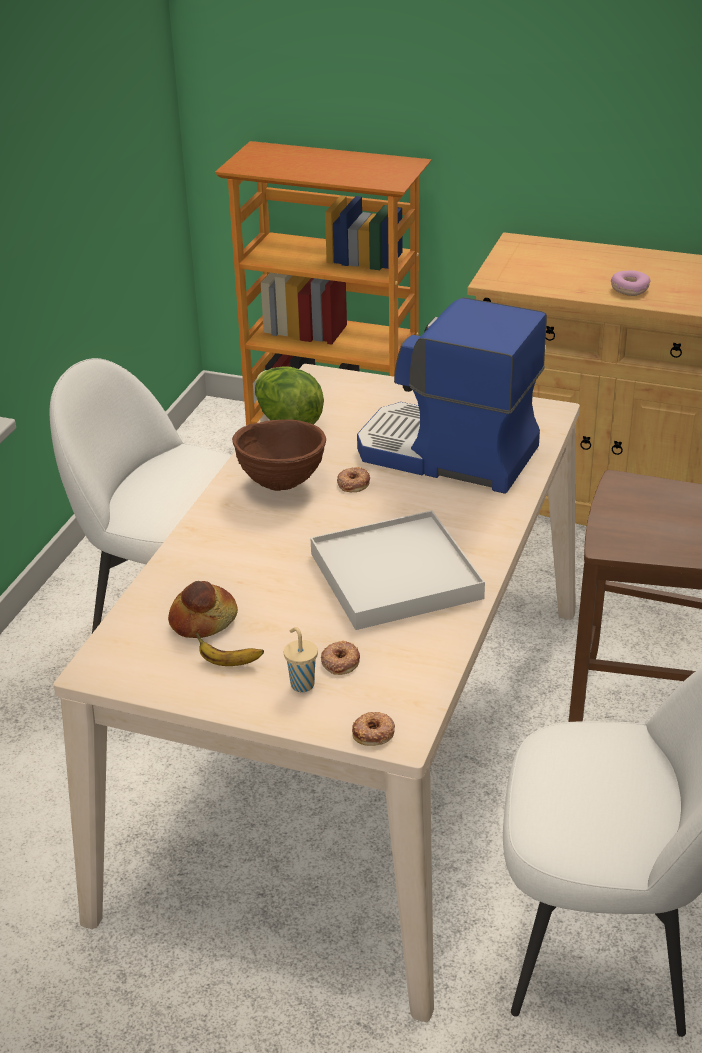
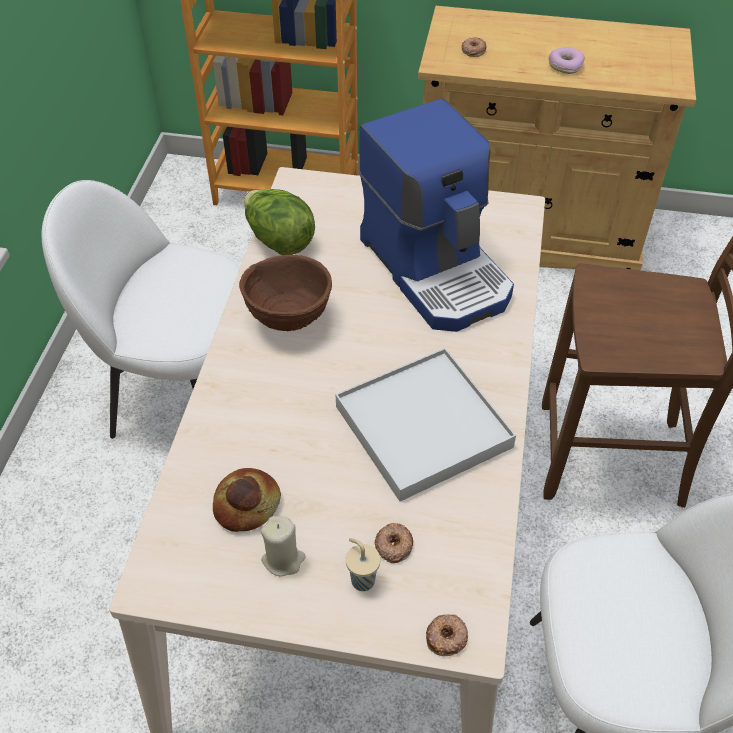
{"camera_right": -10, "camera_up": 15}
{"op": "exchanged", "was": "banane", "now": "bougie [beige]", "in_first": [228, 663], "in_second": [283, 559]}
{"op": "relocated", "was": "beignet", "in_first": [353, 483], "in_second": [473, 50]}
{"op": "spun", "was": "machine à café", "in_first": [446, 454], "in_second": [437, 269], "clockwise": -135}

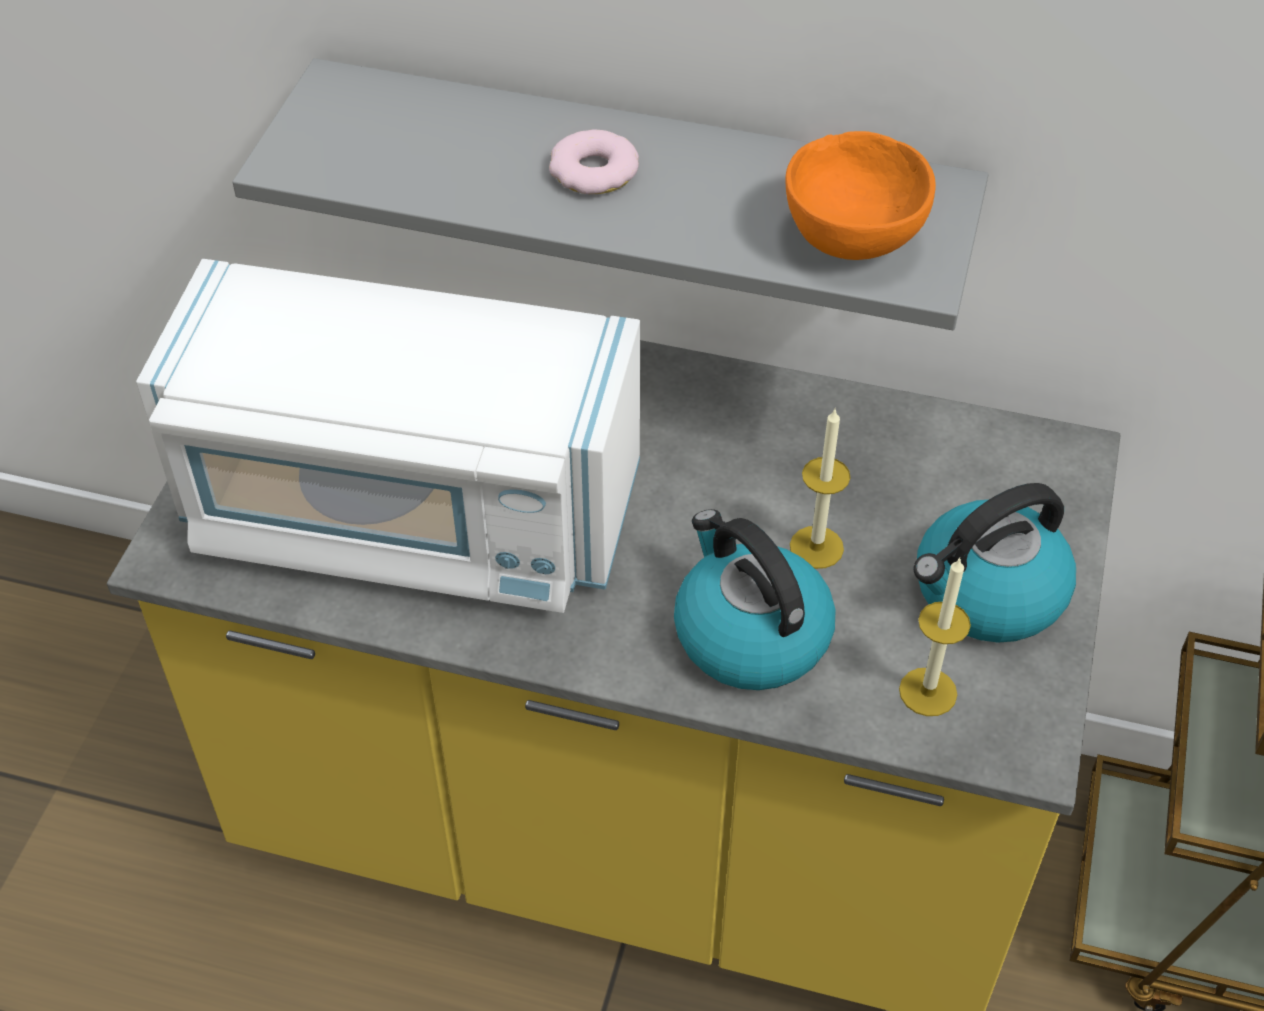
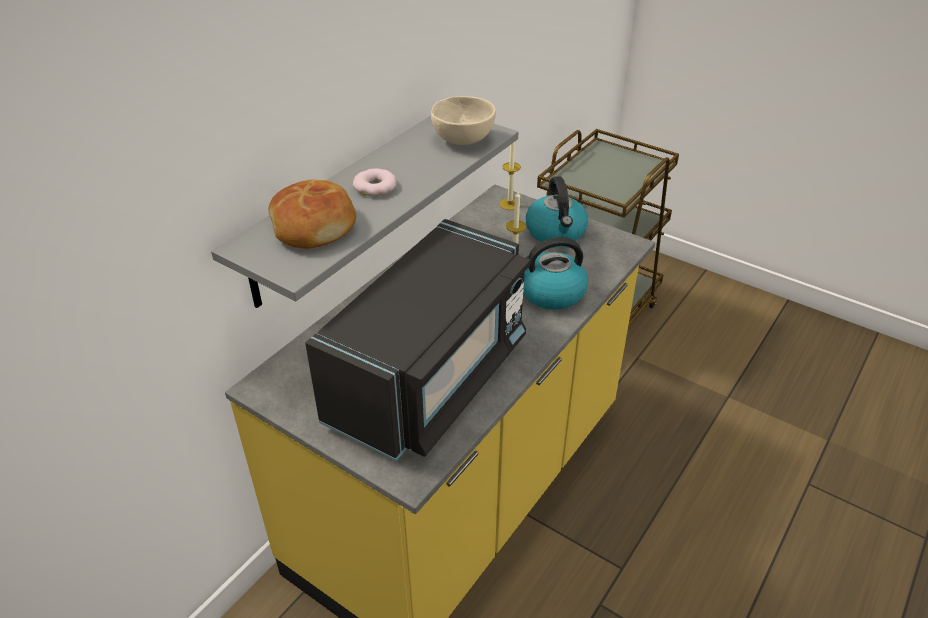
{"camera_right": -70, "camera_up": -10}
{"op": "colour", "was": "micro-ondes [blanc]", "now": "micro-ondes [noir]", "in_first": [410, 512], "in_second": [430, 378]}
{"op": "colour", "was": "bol [orange]", "now": "bol [beige]", "in_first": [854, 238], "in_second": [462, 140]}
{"op": "relocated", "was": "bougie", "in_first": [928, 692], "in_second": [510, 204]}
{"op": "appeared", "now": "pain", "in_second": [314, 226]}

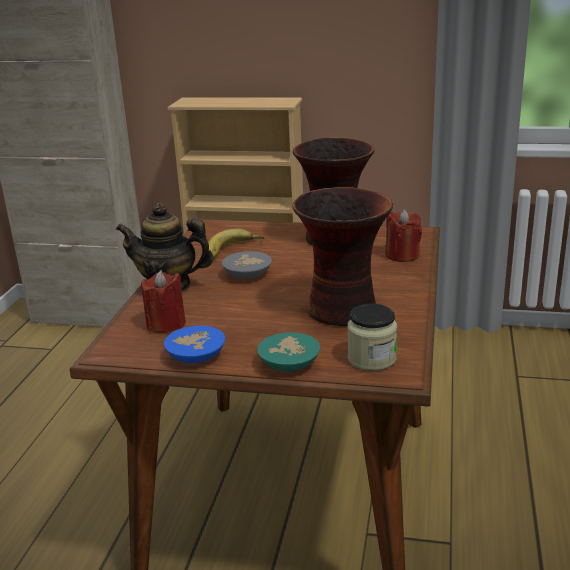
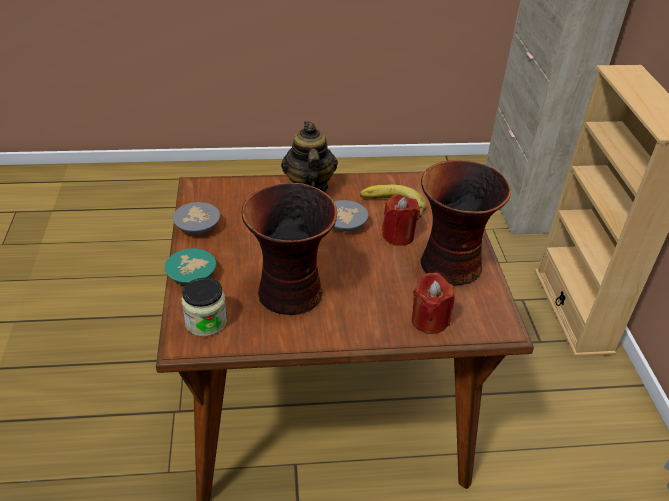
{"camera_right": 70, "camera_up": 15}
{"op": "relocated", "was": "bougie [rouge]", "in_first": [166, 324], "in_second": [398, 235]}
{"op": "colour", "was": "bol [bleu]", "now": "bol [gris]", "in_first": [194, 356], "in_second": [197, 226]}

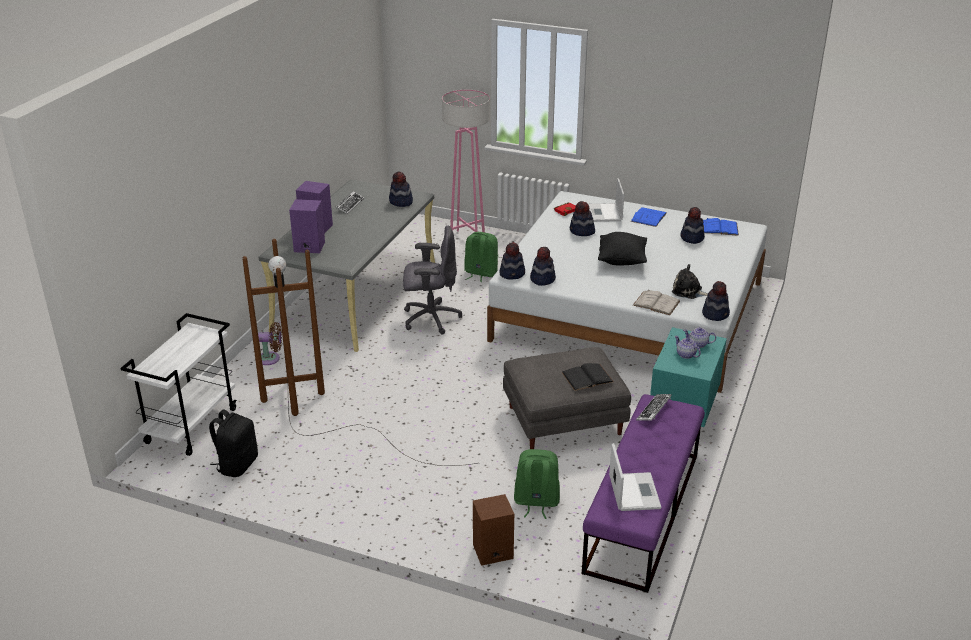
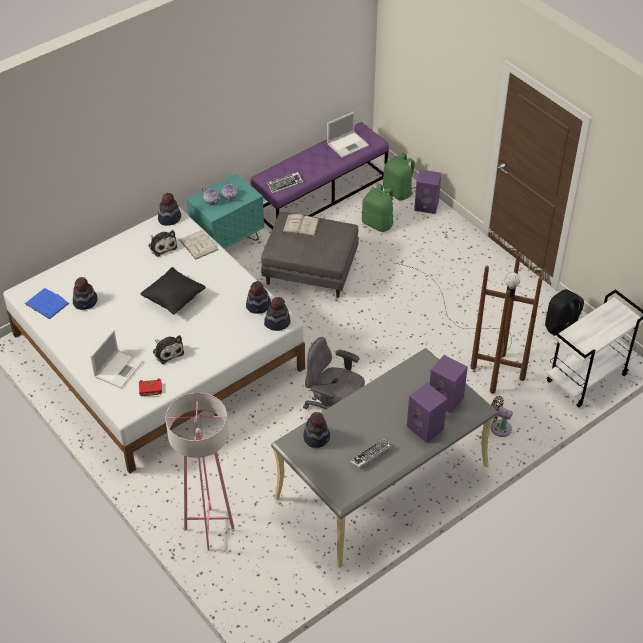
{"camera_right": -150, "camera_up": 15}
{"op": "relocated", "was": "sac à dos [vert]", "in_first": [480, 273], "in_second": [398, 192]}
{"op": "colour", "was": "enceinte [marron]", "now": "enceinte [violet]", "in_first": [492, 552], "in_second": [427, 205]}
{"op": "colour", "was": "livre [noir]", "now": "livre [blanc]", "in_first": [587, 377], "in_second": [301, 226]}
{"op": "exchanged", "was": "chapeau", "now": "peluche", "in_first": [582, 231], "in_second": [167, 351]}
{"op": "spun", "was": "ordinateur portable", "in_first": [633, 491], "in_second": [348, 144], "clockwise": -150}
{"op": "missing", "was": "livre [bleu]", "in_first": [648, 217]}

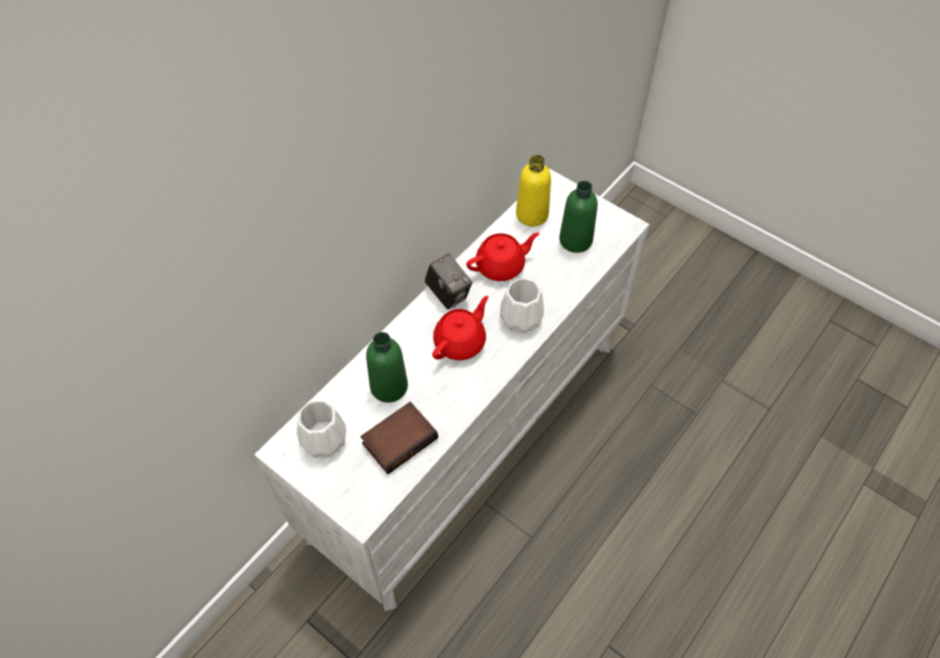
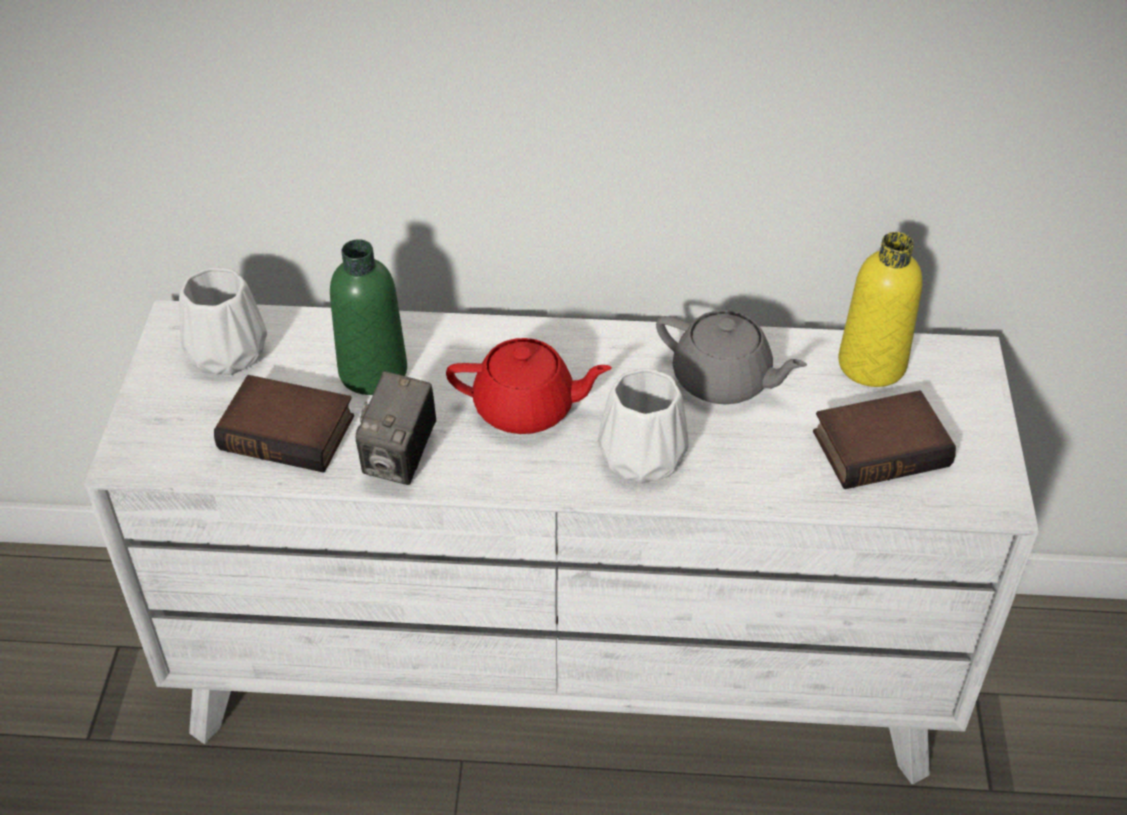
{"camera_right": 55, "camera_up": -10}
{"op": "relocated", "was": "appareil photo", "in_first": [448, 294], "in_second": [400, 458]}
{"op": "colour", "was": "théière [rouge]", "now": "théière [gris]", "in_first": [501, 266], "in_second": [723, 381]}
{"op": "exchanged", "was": "bouteille [vert]", "now": "livre", "in_first": [575, 240], "in_second": [881, 446]}

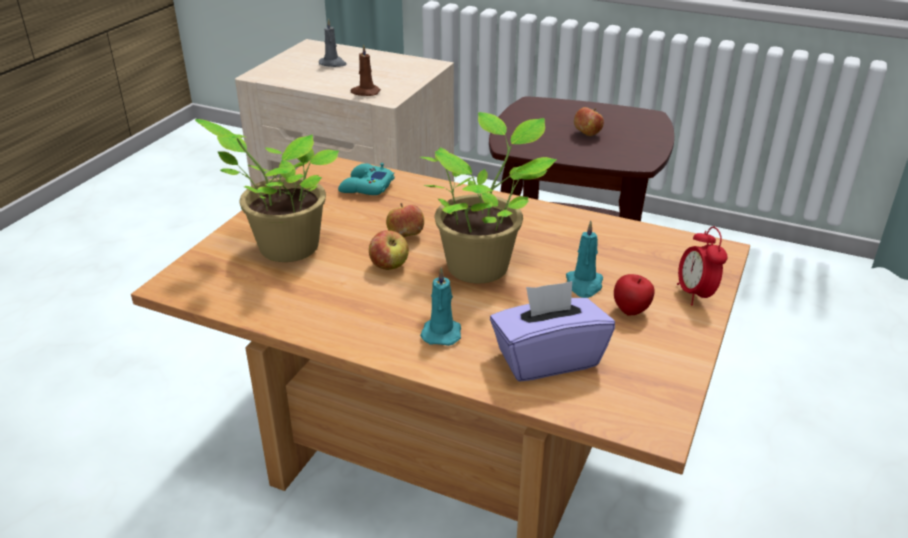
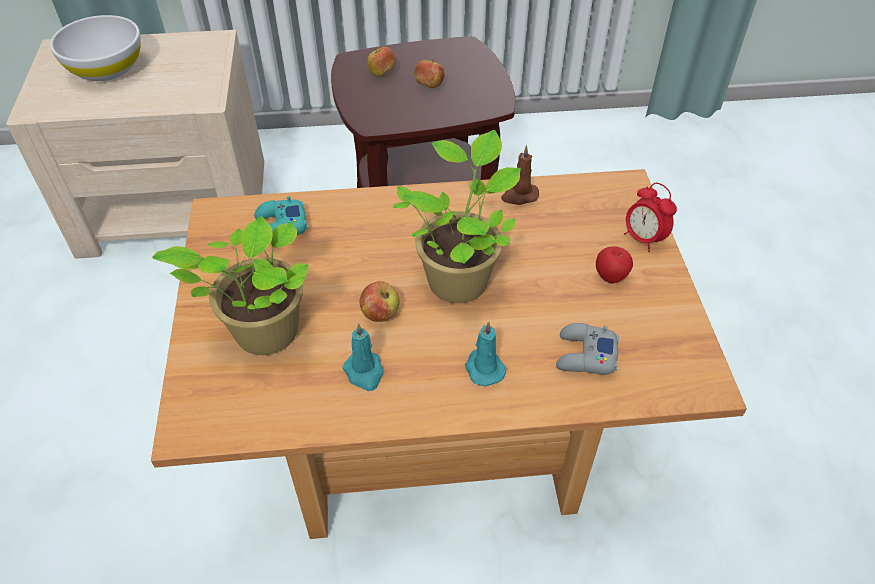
{"camera_right": -30, "camera_up": 15}
{"op": "exchanged", "was": "bougie [gris]", "now": "bol [blanc]", "in_first": [333, 64], "in_second": [107, 68]}
{"op": "relocated", "was": "bougie [marron]", "in_first": [365, 92], "in_second": [519, 195]}
{"op": "relocated", "was": "pomme", "in_first": [405, 236], "in_second": [382, 73]}
{"op": "exchanged", "was": "boîte à mouchoirs [violet]", "now": "manette [gris]", "in_first": [547, 358], "in_second": [585, 355]}
{"op": "relocated", "was": "bougie [turquoise]", "in_first": [584, 285], "in_second": [364, 372]}

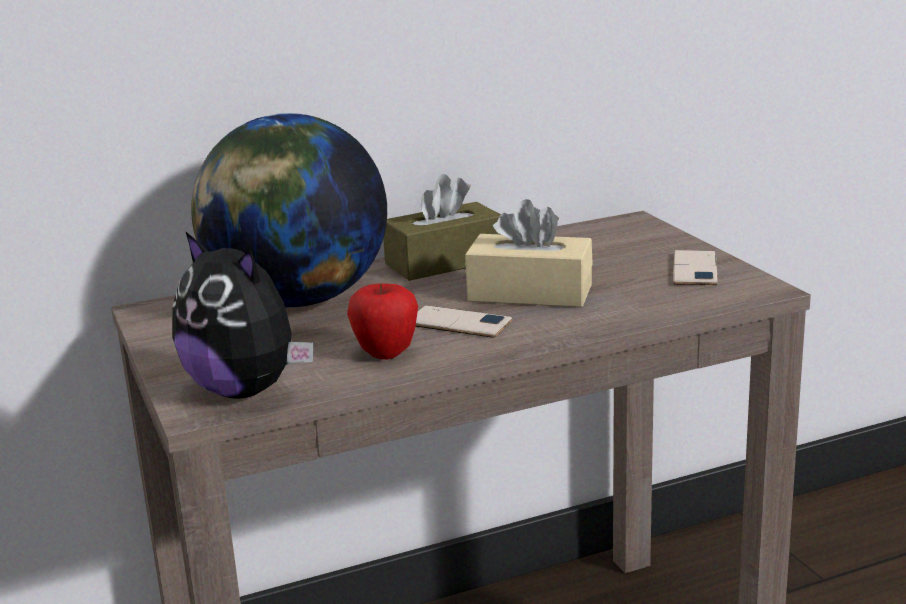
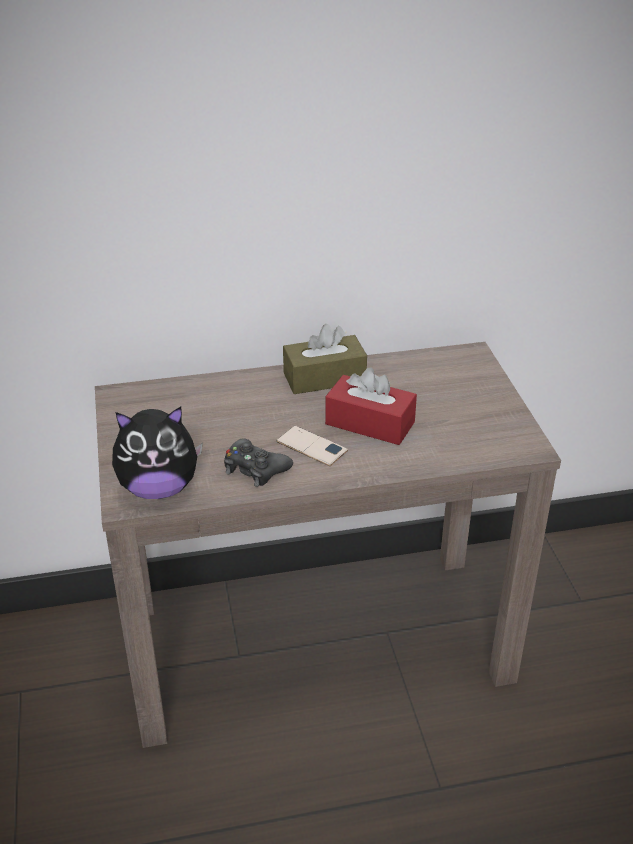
{"camera_right": 10, "camera_up": 15}
{"op": "spun", "was": "peluche", "in_first": [246, 390], "in_second": [159, 488], "clockwise": -60}
{"op": "missing", "was": "globe", "in_first": [297, 300]}
{"op": "exchanged", "was": "pomme", "now": "manette [noir]", "in_first": [385, 353], "in_second": [255, 469]}
{"op": "colour", "was": "boîte à mouchoirs [beige]", "now": "boîte à mouchoirs [rouge]", "in_first": [530, 293], "in_second": [370, 423]}
{"op": "missing", "was": "téléphone", "in_first": [695, 269]}

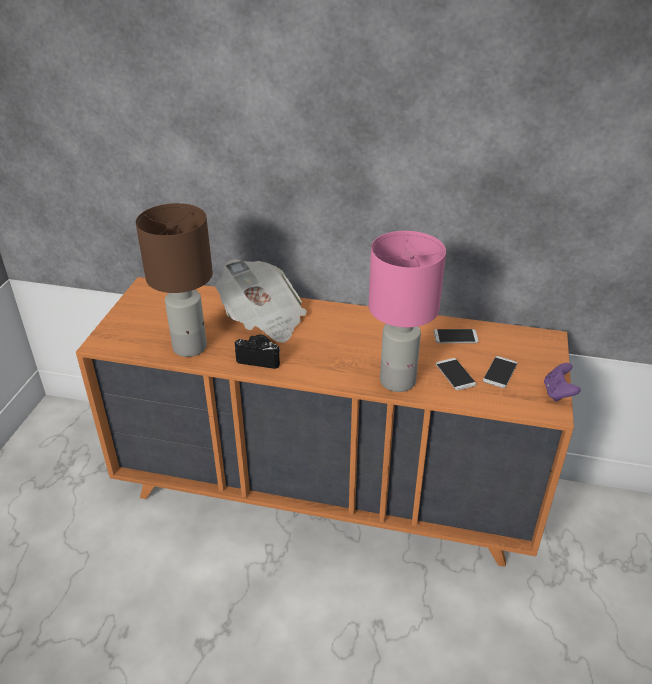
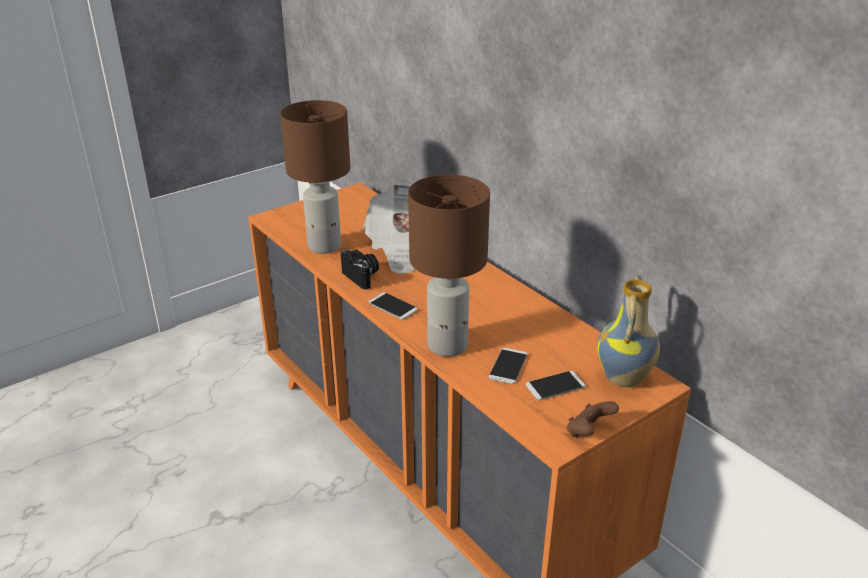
{"camera_right": 40, "camera_up": -5}
{"op": "colour", "was": "lampe de table [rose]", "now": "lampe de table [marron]", "in_first": [398, 380], "in_second": [448, 345]}
{"op": "relocated", "was": "téléphone", "in_first": [455, 337], "in_second": [393, 306]}
{"op": "colour", "was": "manette [violet]", "now": "manette [marron]", "in_first": [558, 393], "in_second": [588, 432]}
{"op": "appeared", "now": "vase", "in_second": [625, 379]}

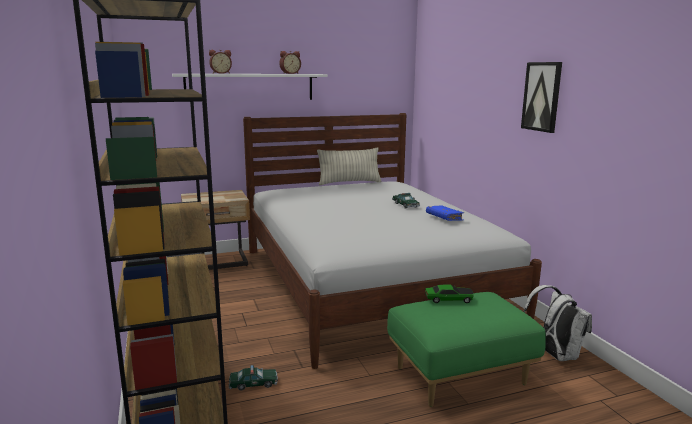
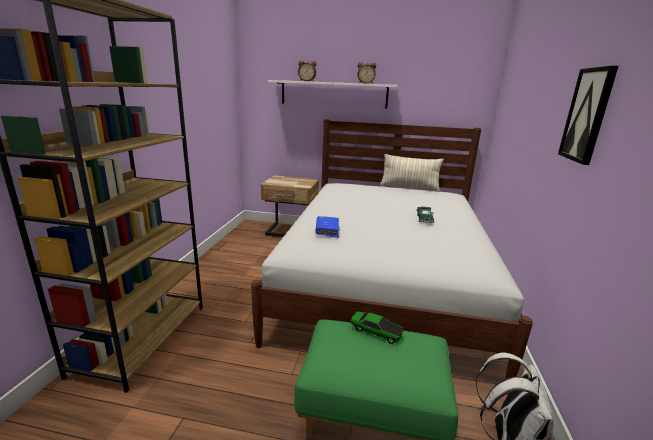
{"camera_right": 30, "camera_up": 5}
{"op": "missing", "was": "petite voiture", "in_first": [253, 384]}
{"op": "relocated", "was": "livre [bleu]", "in_first": [444, 218], "in_second": [327, 231]}

